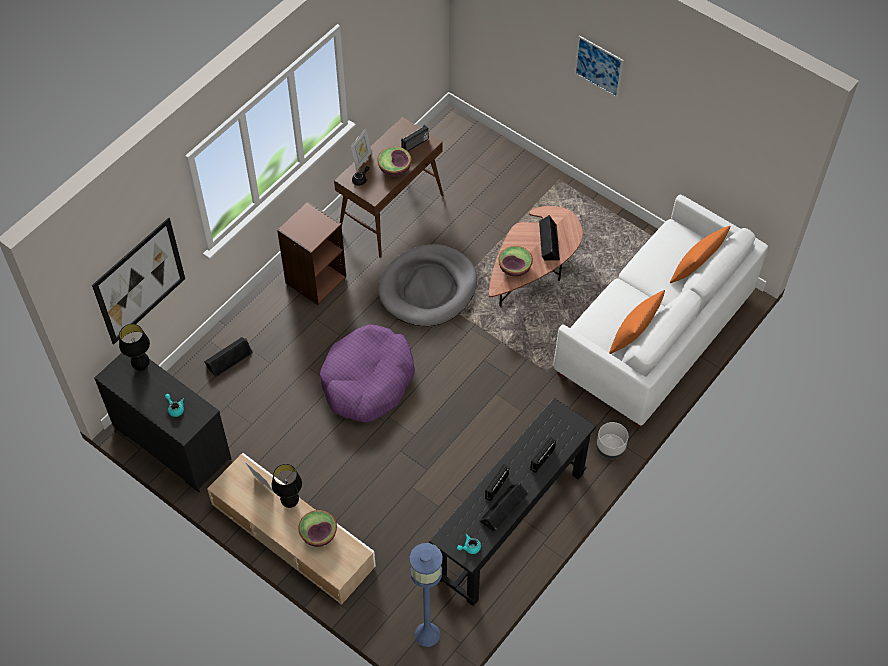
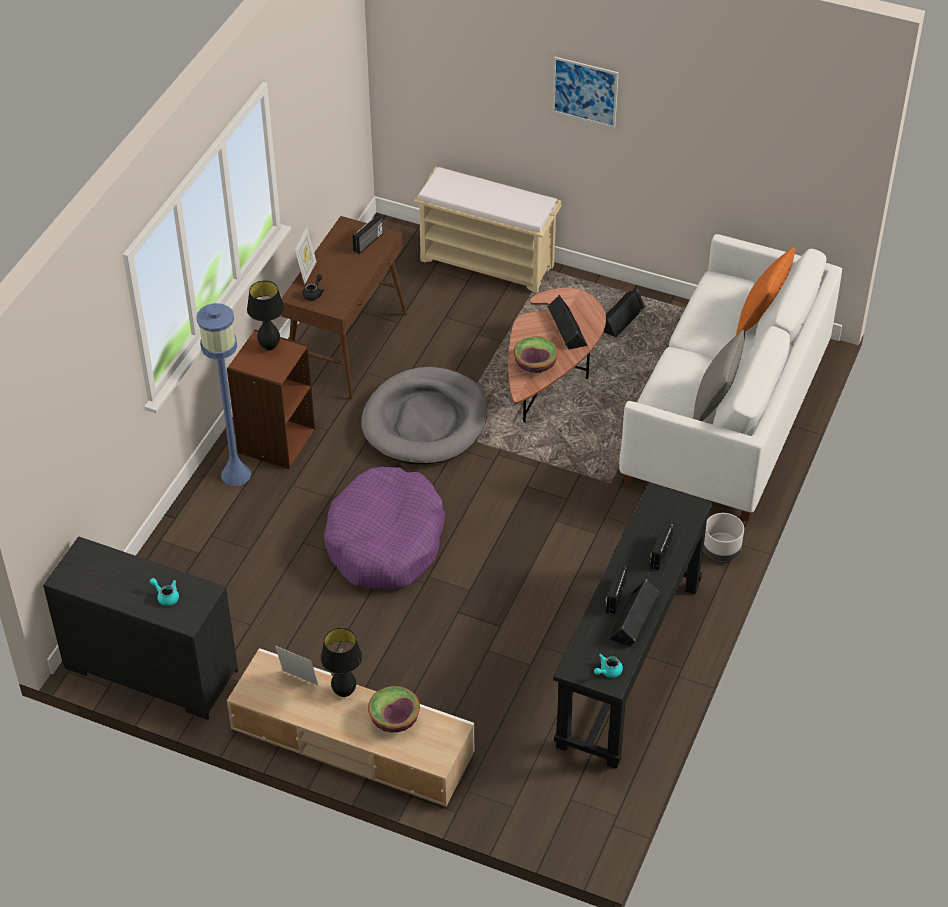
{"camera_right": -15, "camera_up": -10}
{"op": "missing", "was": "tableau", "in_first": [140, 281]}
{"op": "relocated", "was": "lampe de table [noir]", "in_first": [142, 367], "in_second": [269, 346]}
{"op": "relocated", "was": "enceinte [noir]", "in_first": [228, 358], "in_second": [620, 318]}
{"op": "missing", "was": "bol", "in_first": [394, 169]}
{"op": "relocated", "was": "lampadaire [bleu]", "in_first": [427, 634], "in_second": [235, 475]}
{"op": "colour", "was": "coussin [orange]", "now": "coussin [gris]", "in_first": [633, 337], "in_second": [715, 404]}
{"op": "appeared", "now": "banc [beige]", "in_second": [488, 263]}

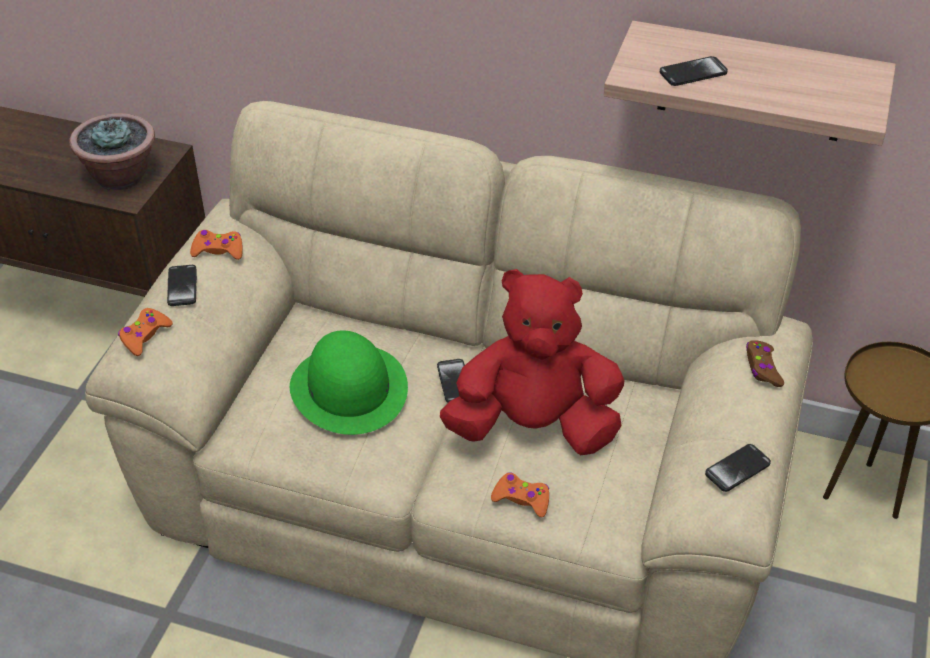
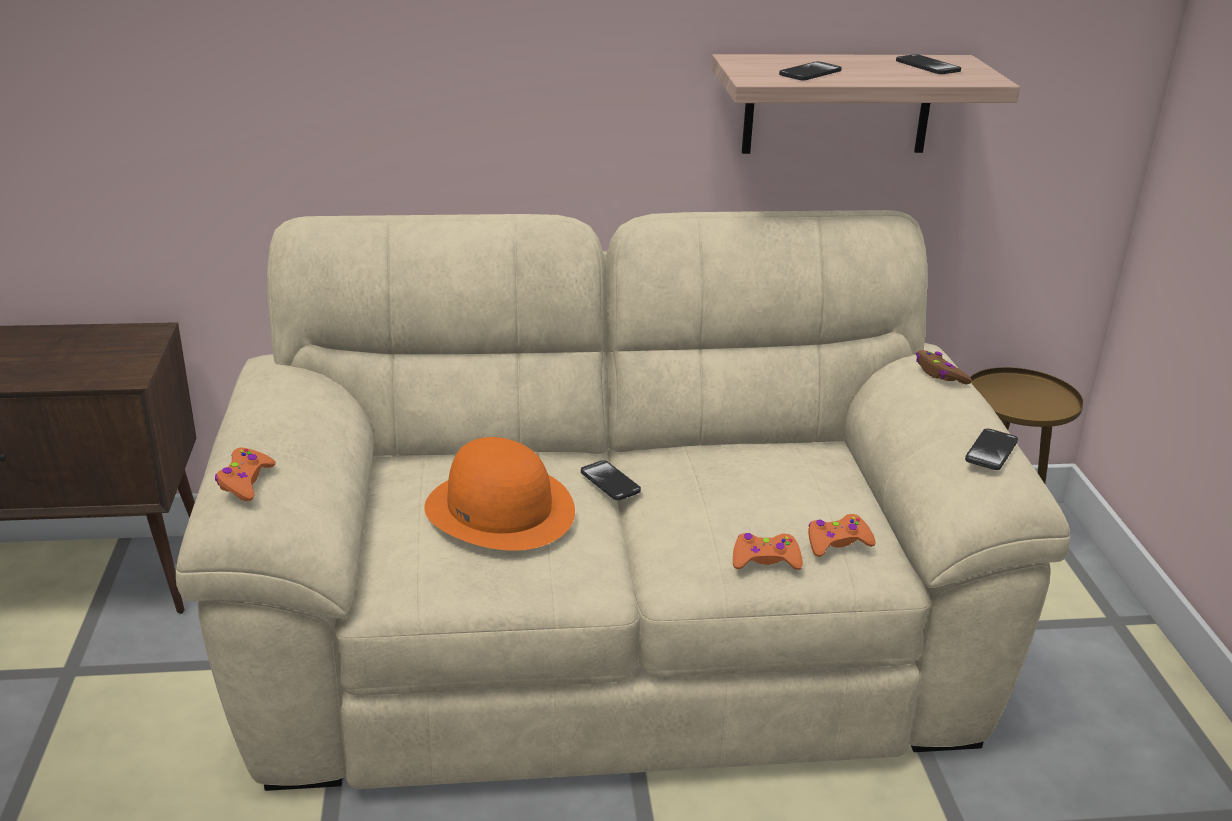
{"camera_right": -25, "camera_up": -15}
{"op": "missing", "was": "plante en pot", "in_first": [121, 177]}
{"op": "relocated", "was": "téléphone", "in_first": [182, 286], "in_second": [927, 66]}
{"op": "relocated", "was": "manette [orange]", "in_first": [218, 250], "in_second": [837, 543]}
{"op": "colour", "was": "chapeau [vert]", "now": "chapeau [orange]", "in_first": [349, 388], "in_second": [500, 509]}
{"op": "missing", "was": "peluche [rouge]", "in_first": [534, 427]}

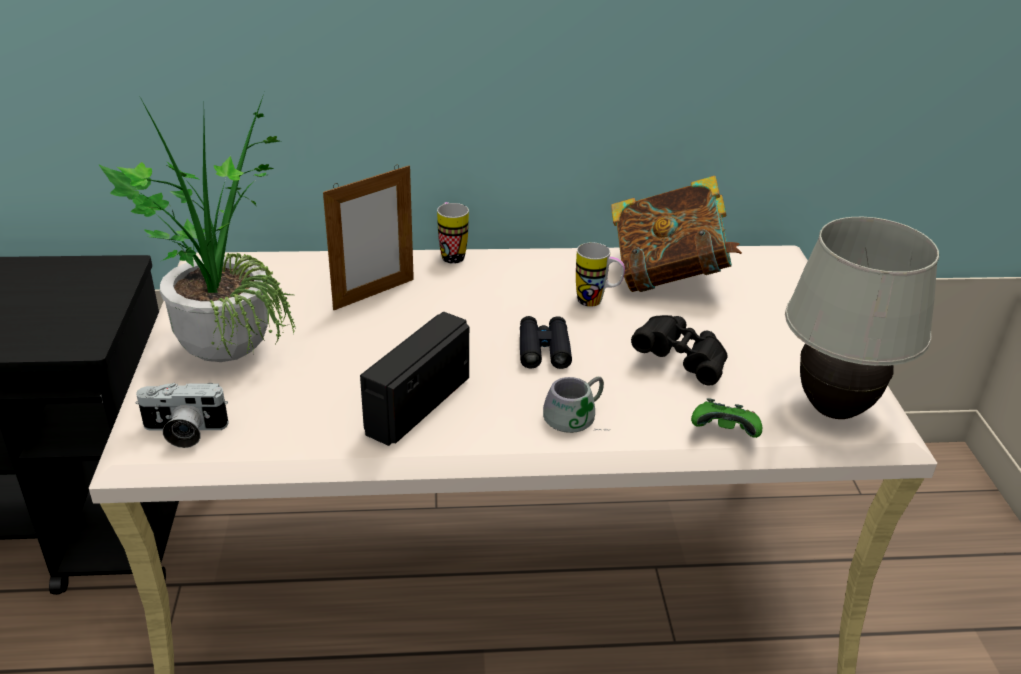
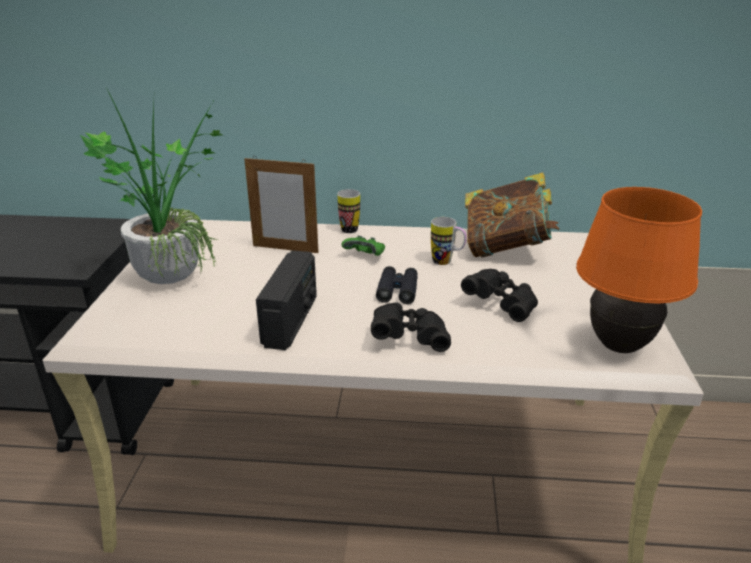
{"camera_right": 10, "camera_up": -5}
{"op": "missing", "was": "appareil photo", "in_first": [183, 432]}
{"op": "spun", "was": "cadre photo", "in_first": [374, 294], "in_second": [285, 249], "clockwise": 45}
{"op": "spun", "was": "radio", "in_first": [417, 405], "in_second": [291, 321], "clockwise": 150}
{"op": "exchanged", "was": "mug [gris]", "now": "jumelles [noir]", "in_first": [578, 418], "in_second": [410, 338]}
{"op": "relocated", "was": "manette [vert]", "in_first": [724, 432], "in_second": [366, 256]}
{"op": "colour", "was": "lampe de table [blanc]", "now": "lampe de table [orange]", "in_first": [833, 408], "in_second": [619, 345]}

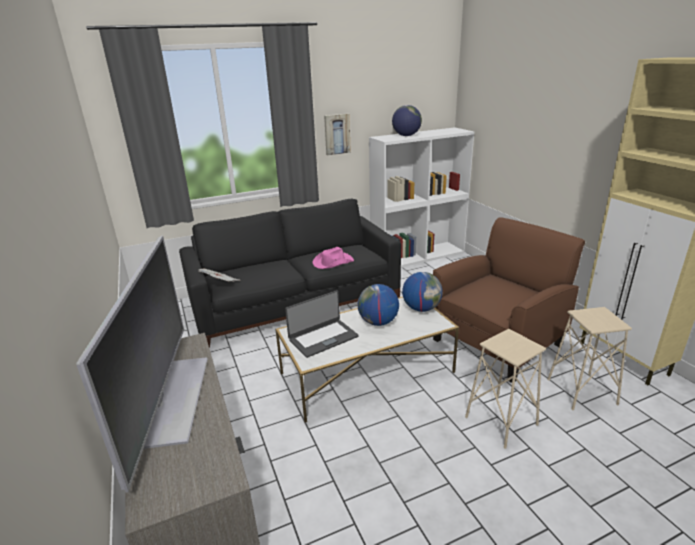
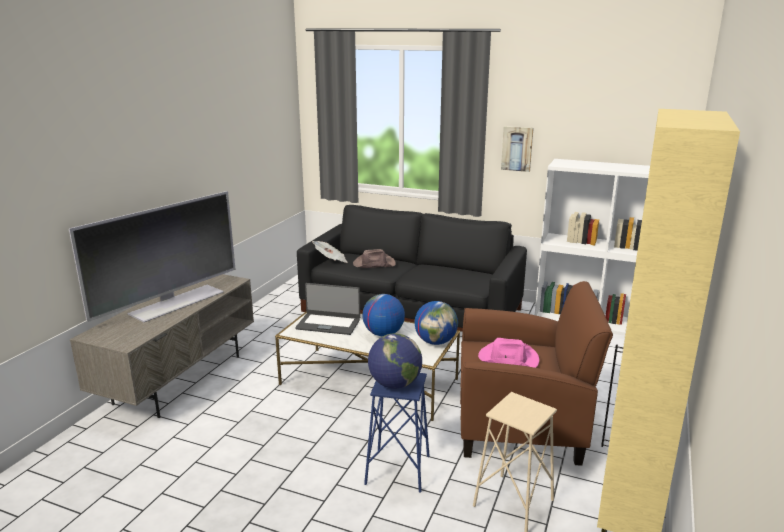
{"camera_right": 45, "camera_up": -5}
{"op": "relocated", "was": "chapeau [rose]", "in_first": [332, 262], "in_second": [507, 358]}
{"op": "relocated", "was": "globe", "in_first": [406, 136], "in_second": [394, 384]}
{"op": "colour", "was": "tabouret [beige]", "now": "tabouret [bleu]", "in_first": [500, 421], "in_second": [397, 470]}
{"op": "appeared", "now": "chapeau [marron]", "in_second": [373, 264]}

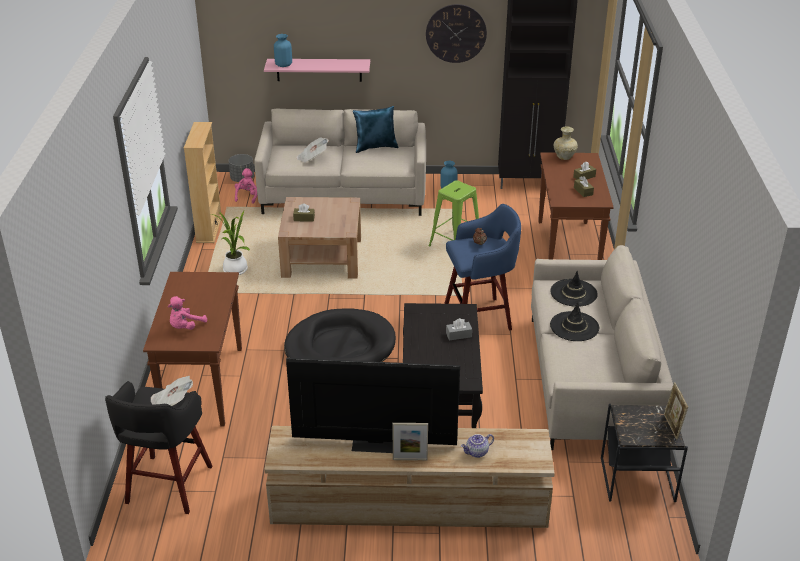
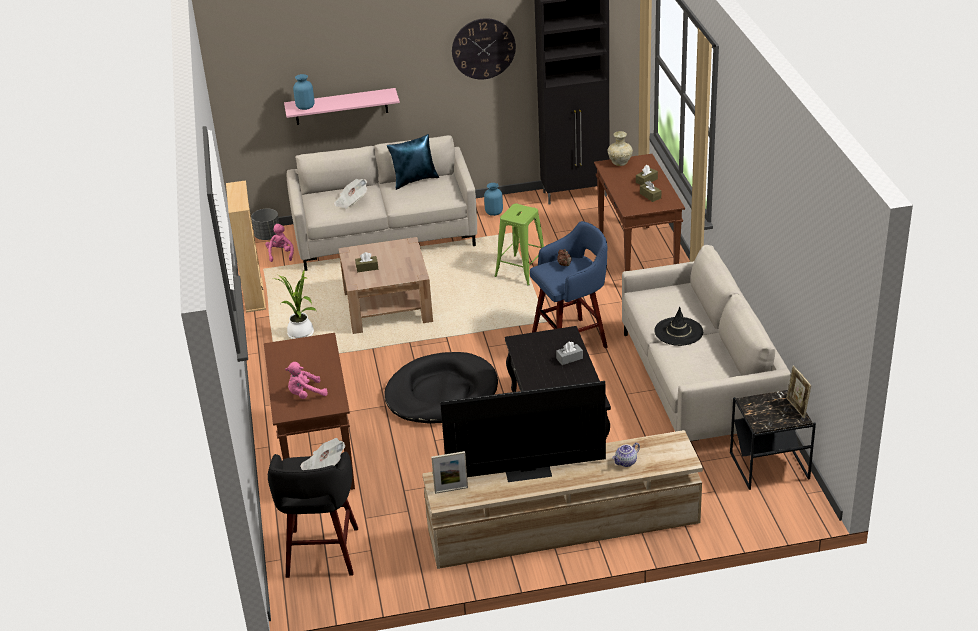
{"camera_right": -10, "camera_up": 0}
{"op": "spun", "was": "peluche [rose]", "in_first": [185, 327], "in_second": [305, 394], "clockwise": 45}
{"op": "relocated", "was": "cadre photo", "in_first": [410, 459], "in_second": [451, 490]}
{"op": "missing", "was": "chapeau [noir]", "in_first": [573, 293]}

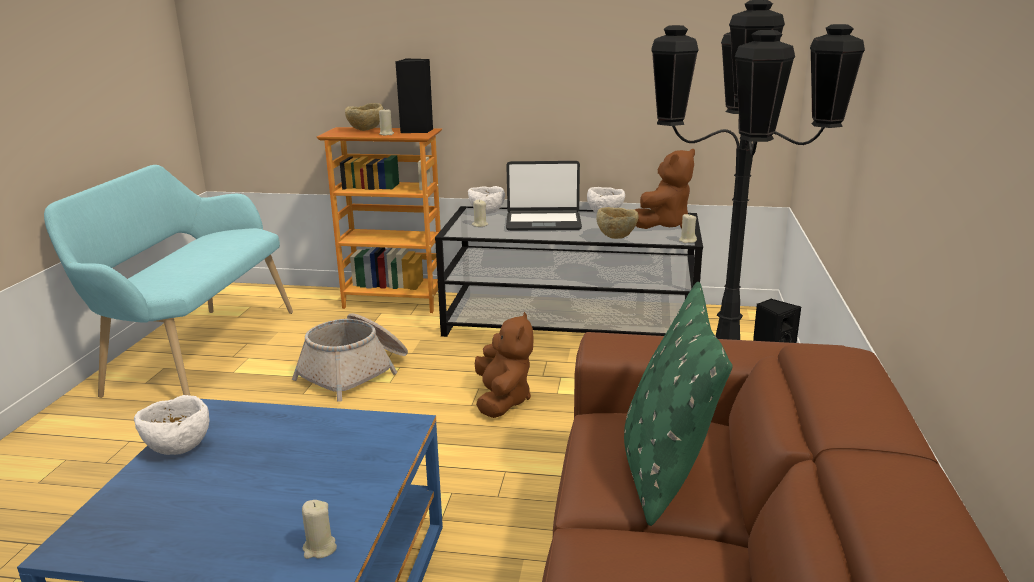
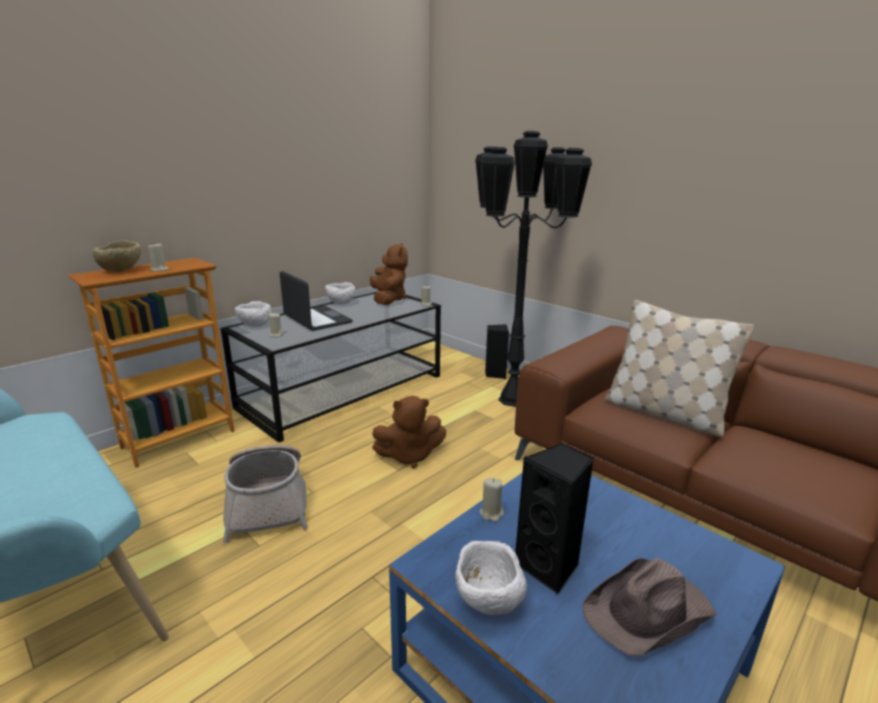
{"camera_right": -55, "camera_up": 0}
{"op": "relocated", "was": "bougie [beige]", "in_first": [319, 549], "in_second": [491, 513]}
{"op": "relocated", "was": "enceinte [noir]", "in_first": [417, 131], "in_second": [550, 567]}
{"op": "spun", "was": "peluche [marron]", "in_first": [502, 400], "in_second": [409, 456], "clockwise": 135}
{"op": "spun", "was": "ordinateur portable", "in_first": [543, 222], "in_second": [316, 319], "clockwise": -75}
{"op": "missing", "was": "bol [beige]", "in_first": [616, 236]}
{"op": "colour", "was": "coussin [vert]", "now": "coussin [beige]", "in_first": [664, 468], "in_second": [664, 413]}
{"op": "appeared", "now": "chapeau [marron]", "in_second": [649, 611]}

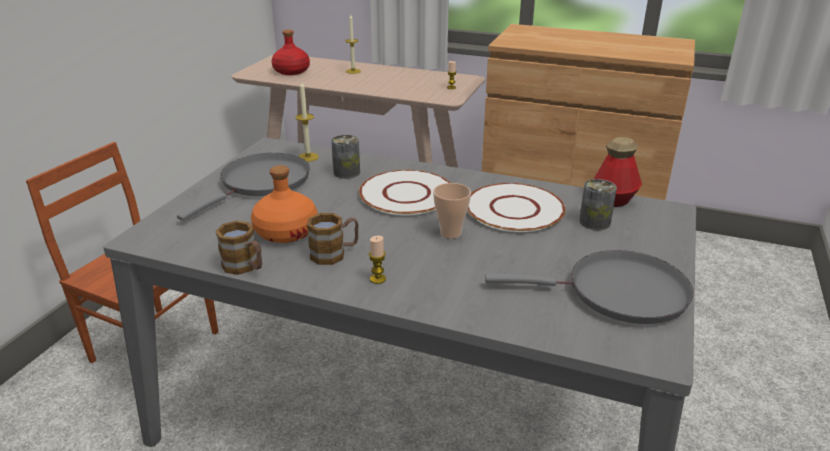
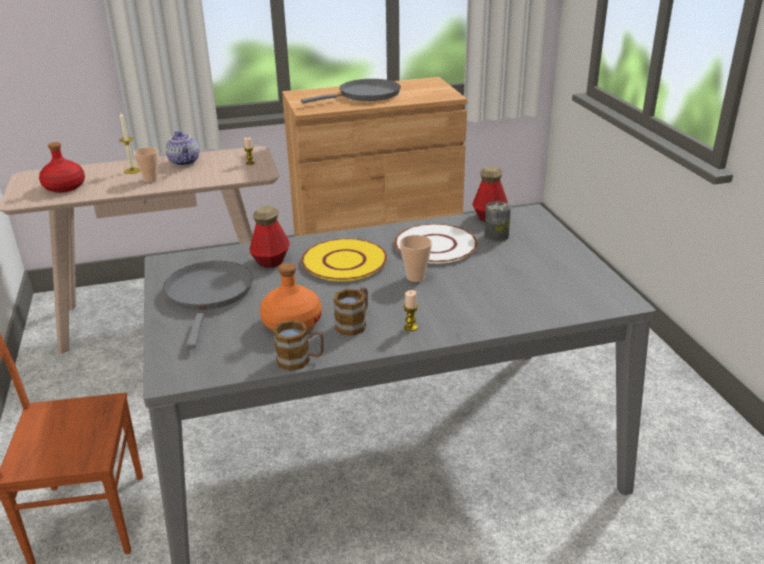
{"camera_right": -35, "camera_up": 0}
{"op": "missing", "was": "bougie", "in_first": [308, 157]}
{"op": "exchanged", "was": "boîte métallique", "now": "bouteille", "in_first": [346, 172], "in_second": [271, 261]}
{"op": "colour", "was": "assiette [blanc]", "now": "assiette [jaune]", "in_first": [406, 194], "in_second": [344, 261]}
{"op": "relocated", "was": "poêle [gris]", "in_first": [618, 293], "in_second": [365, 95]}
{"op": "appeared", "now": "tasse", "in_second": [150, 180]}
{"op": "appeared", "now": "théière", "in_second": [185, 162]}

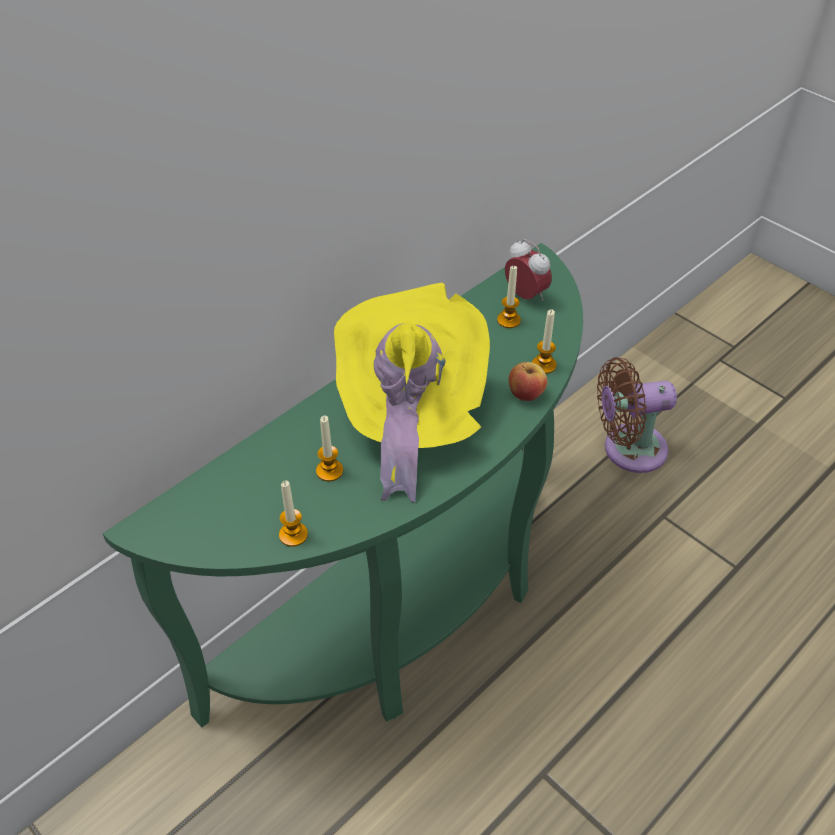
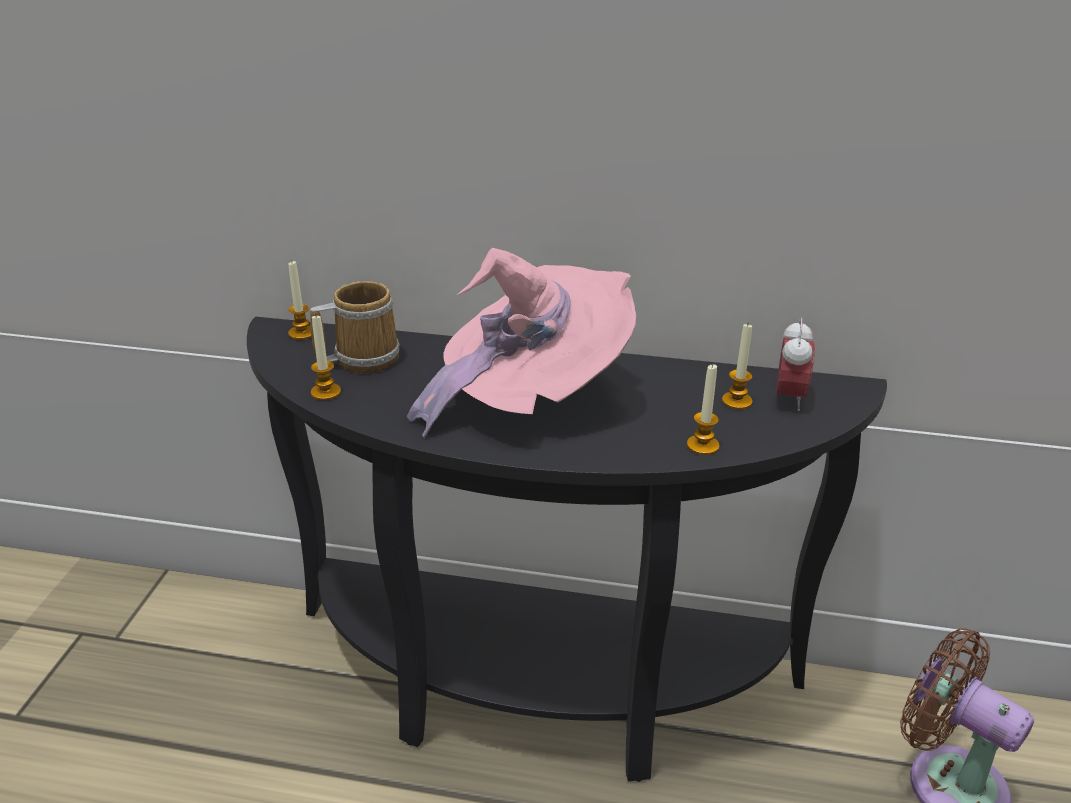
{"camera_right": 55, "camera_up": -15}
{"op": "colour", "was": "table console [vert]", "now": "table console [noir]", "in_first": [409, 611], "in_second": [535, 691]}
{"op": "relocated", "was": "bougie", "in_first": [329, 471], "in_second": [302, 333]}
{"op": "colour", "was": "chapeau [jaune]", "now": "chapeau [rose]", "in_first": [410, 417], "in_second": [529, 396]}
{"op": "missing", "was": "pomme", "in_first": [525, 393]}
{"op": "appeared", "now": "mug", "in_second": [362, 358]}

